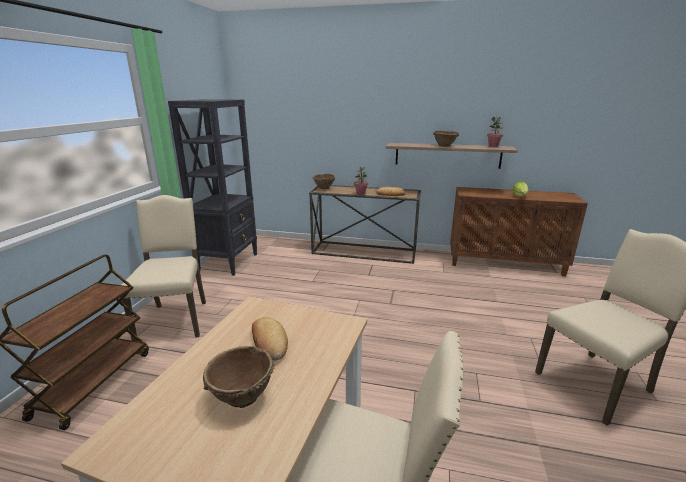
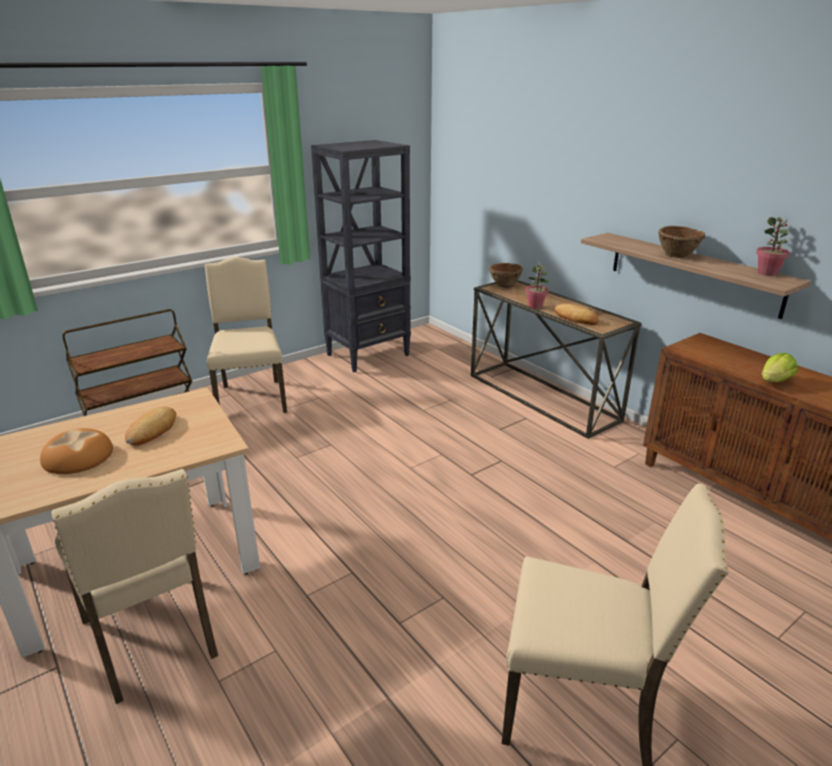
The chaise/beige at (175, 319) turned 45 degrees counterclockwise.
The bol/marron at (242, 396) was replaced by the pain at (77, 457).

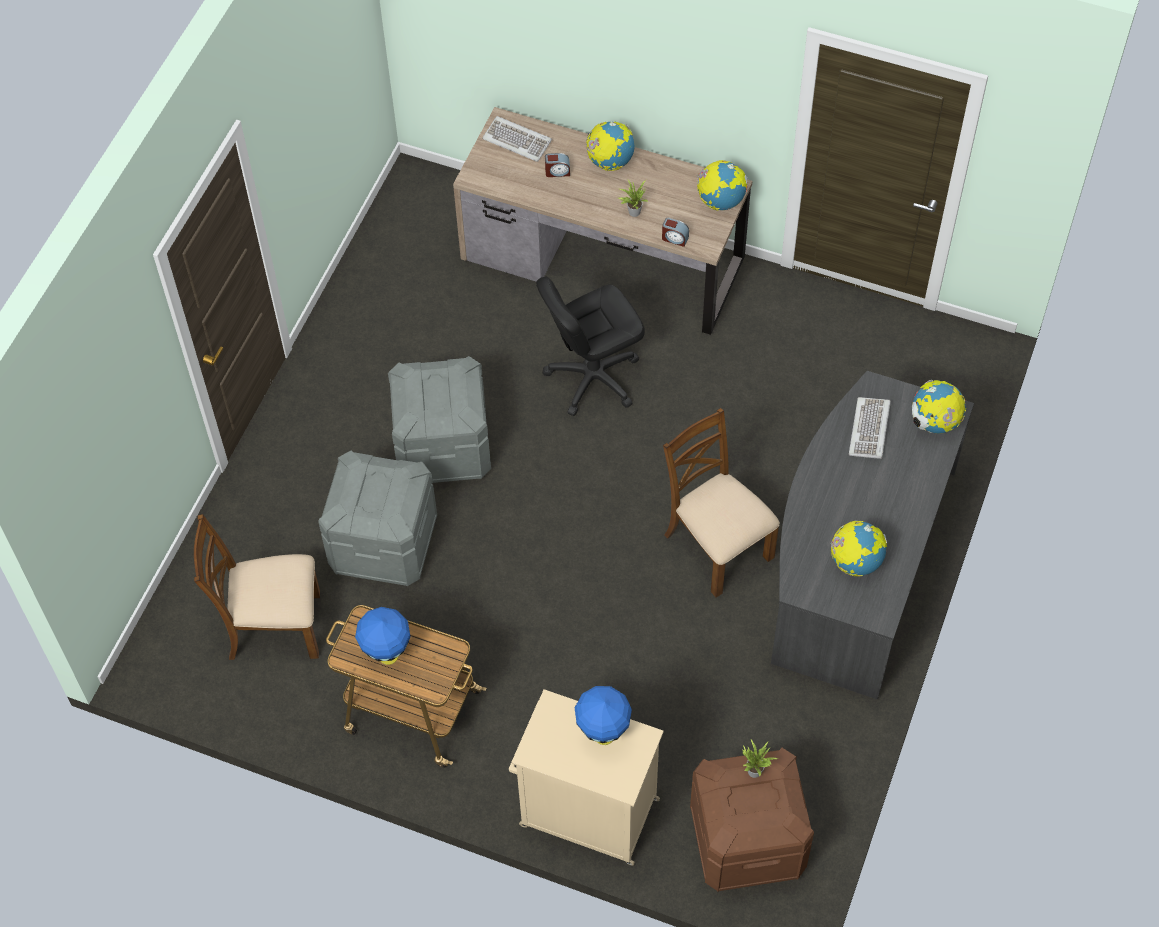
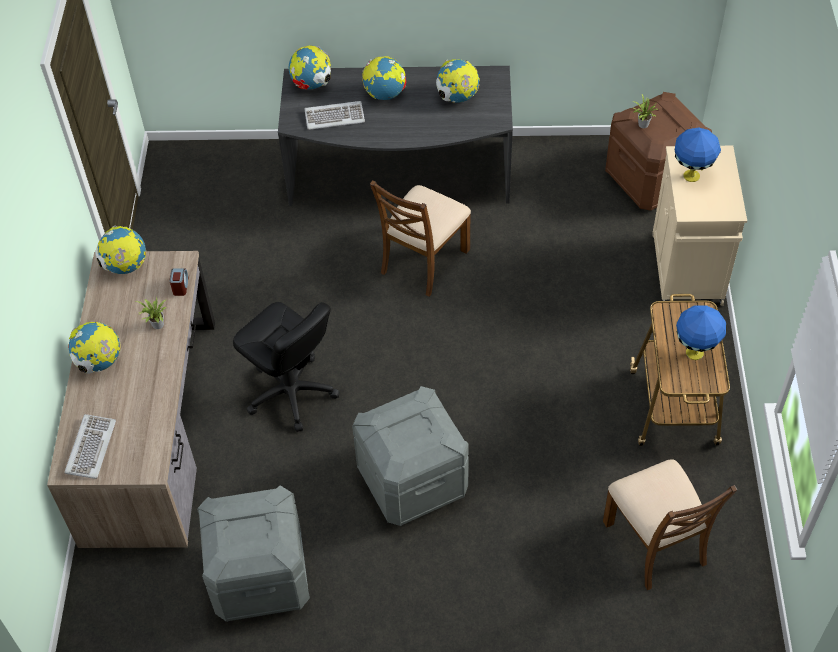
The boîte de rangement/gris moved from (383, 543) to (259, 577).
The réveil at (557, 171) disappeared.
The globe at (385, 94) appeared.

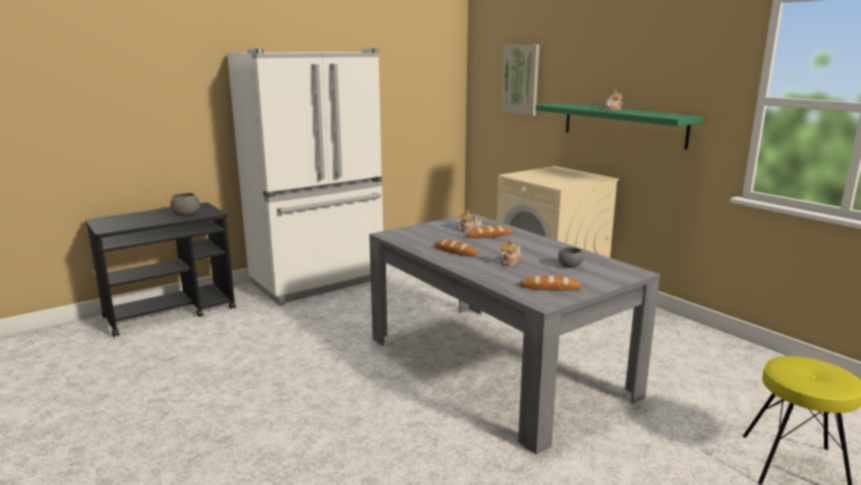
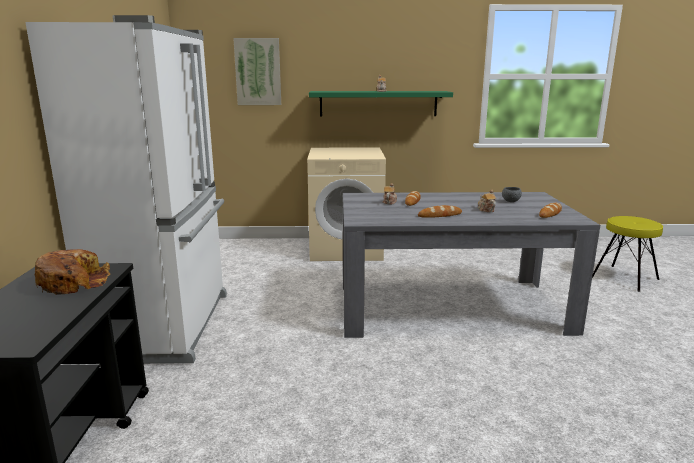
The bol/gris at (185, 214) was replaced by the pain at (73, 282).

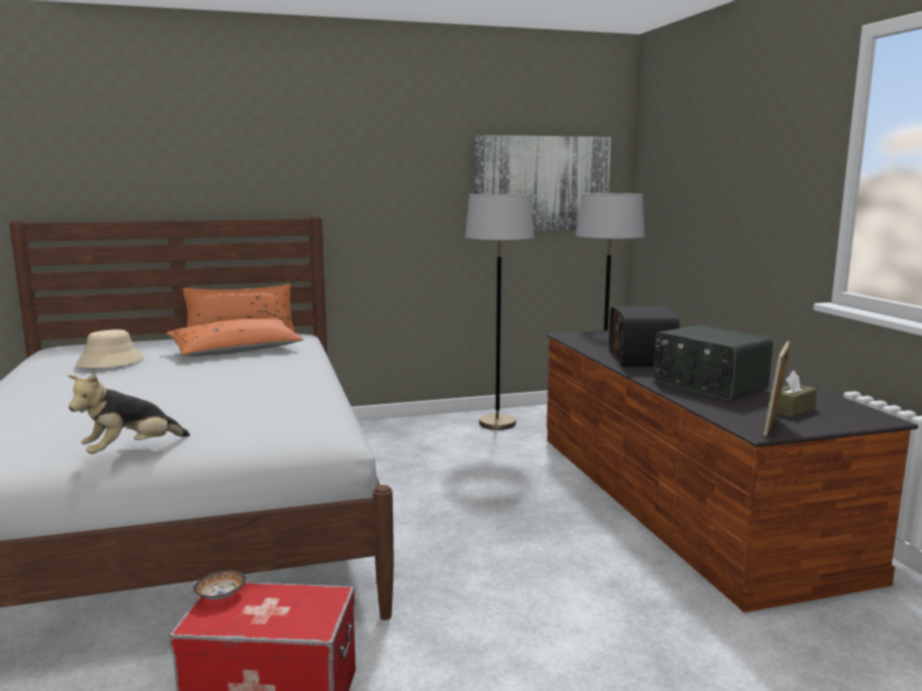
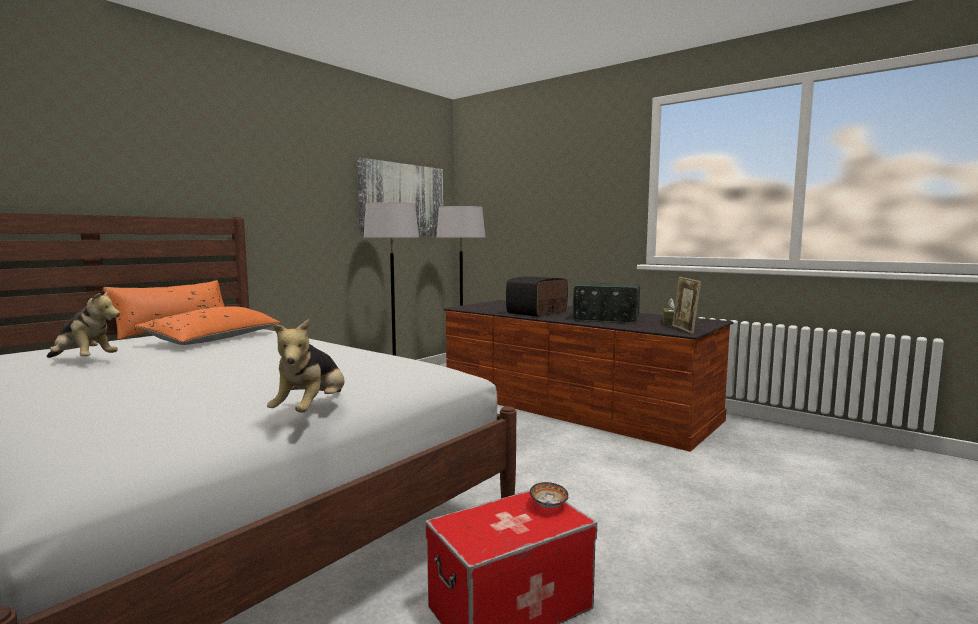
The chapeau/beige at (110, 362) was replaced by the peluche at (83, 361).
The bol moved from (221, 596) to (548, 505).
The radio at (643, 358) turned 75 degrees clockwise.

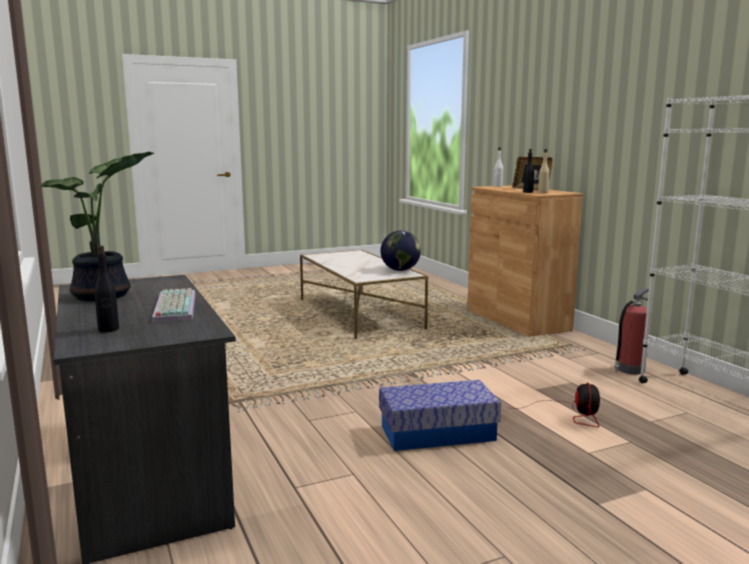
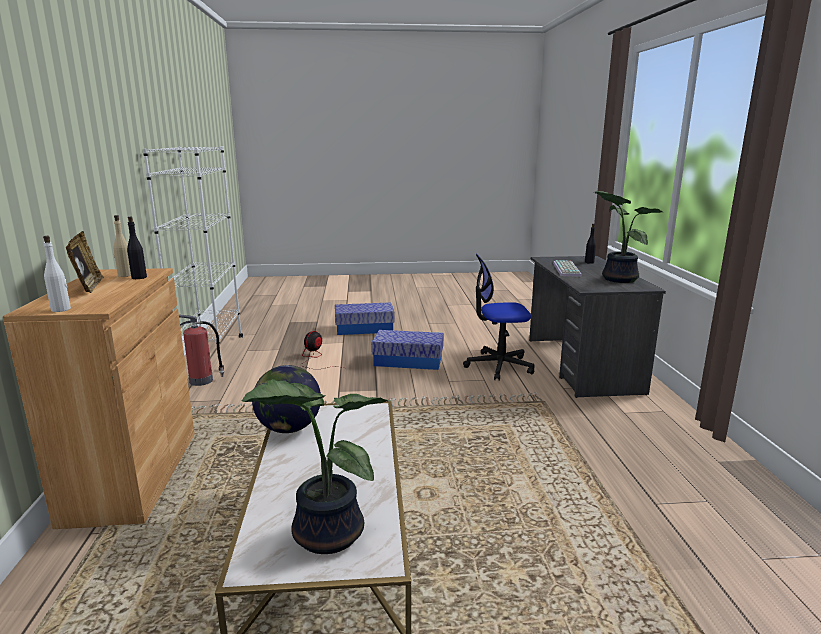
The plante en pot at (323, 534) appeared.
The boîte de rangement at (364, 328) appeared.
The chaise de bureau at (498, 366) appeared.

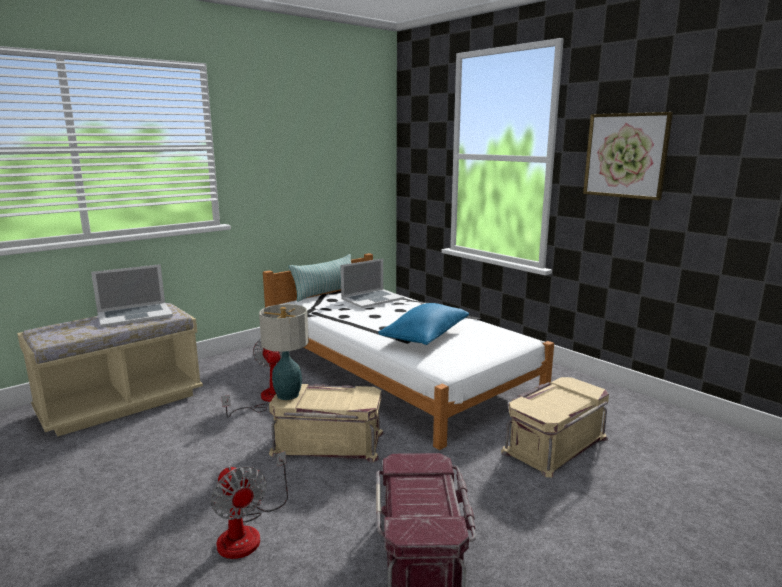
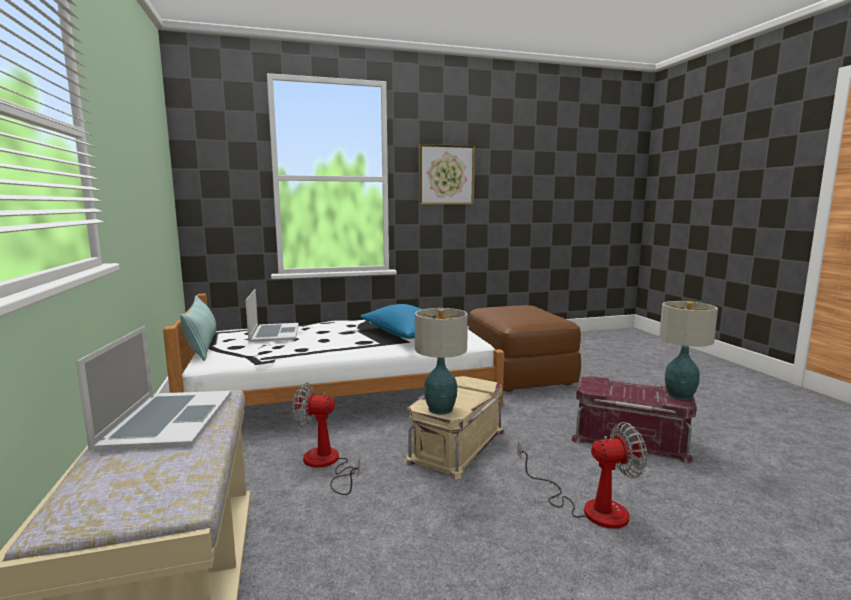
The boîte de rangement/beige at (554, 444) was replaced by the pouf/marron at (518, 373).
The lampe de table at (679, 395) appeared.

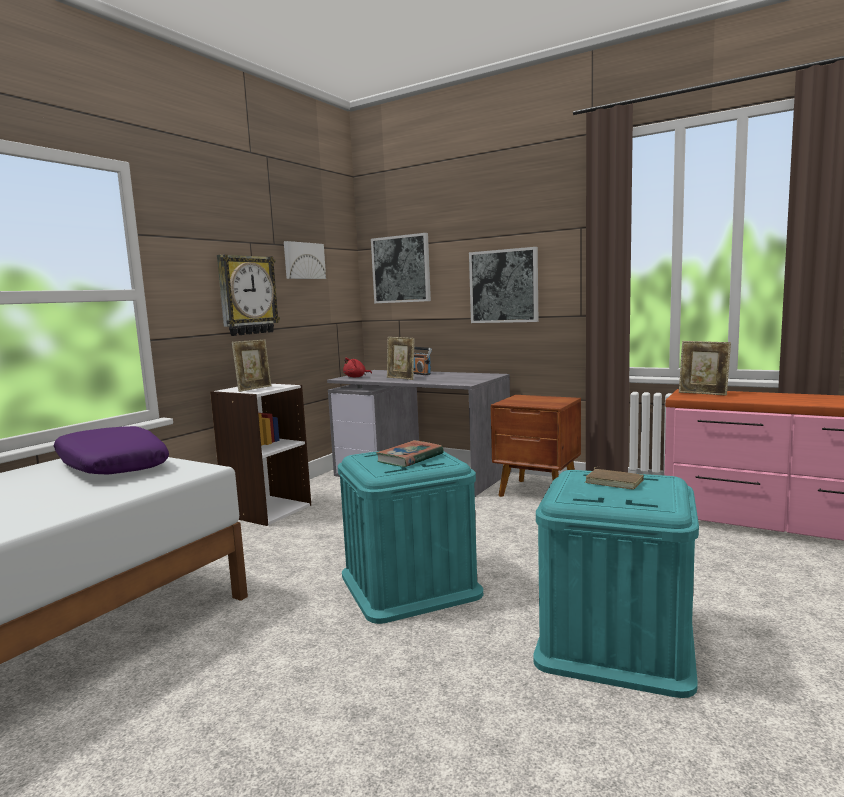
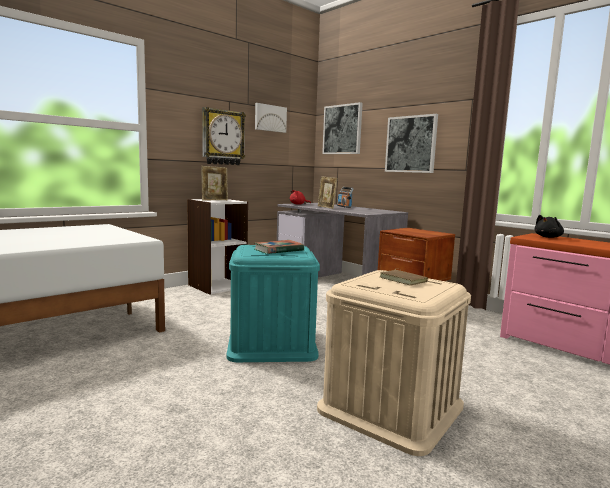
The coussin/violet at (111, 466) disappeared.
The boîte de rangement/turquoise at (615, 641) became the boîte de rangement/beige at (391, 407).
The cadre photo at (703, 394) was replaced by the peluche/noir at (548, 237).

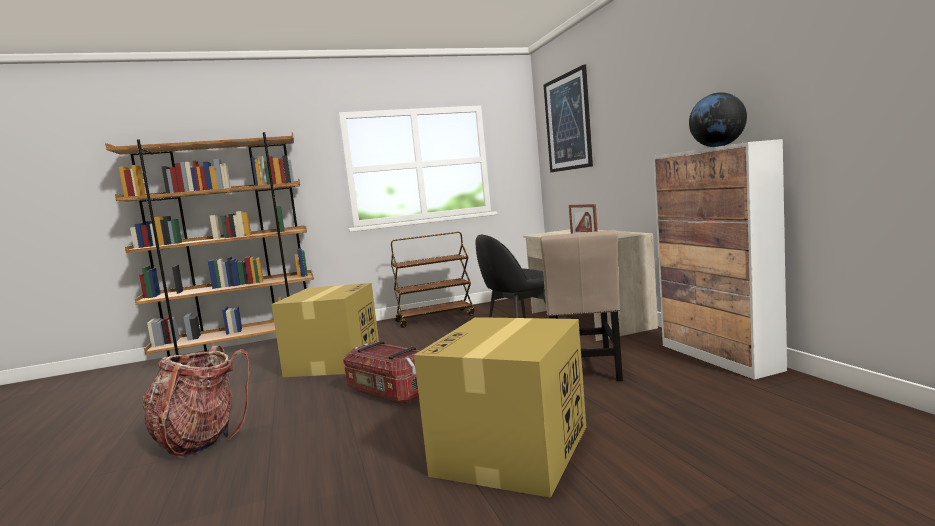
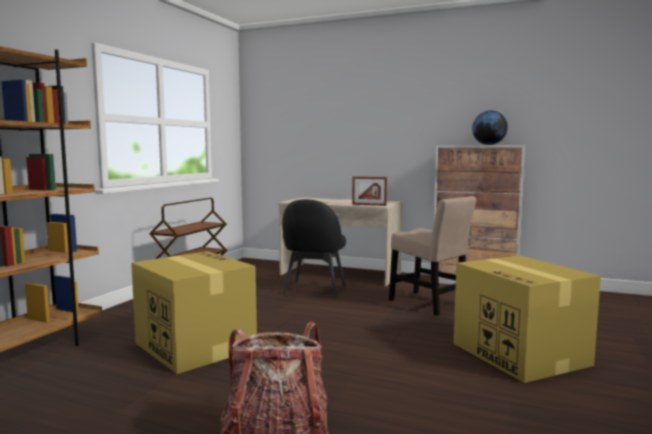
The boîte de rangement at (389, 392) disappeared.
The tableau at (567, 122) disappeared.

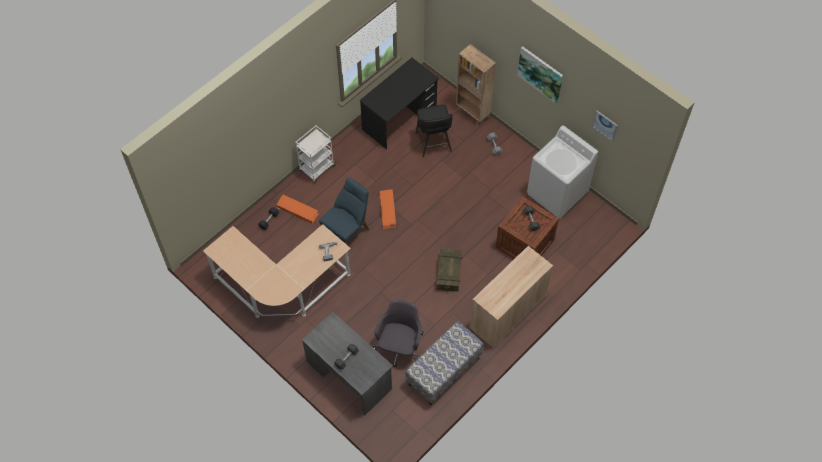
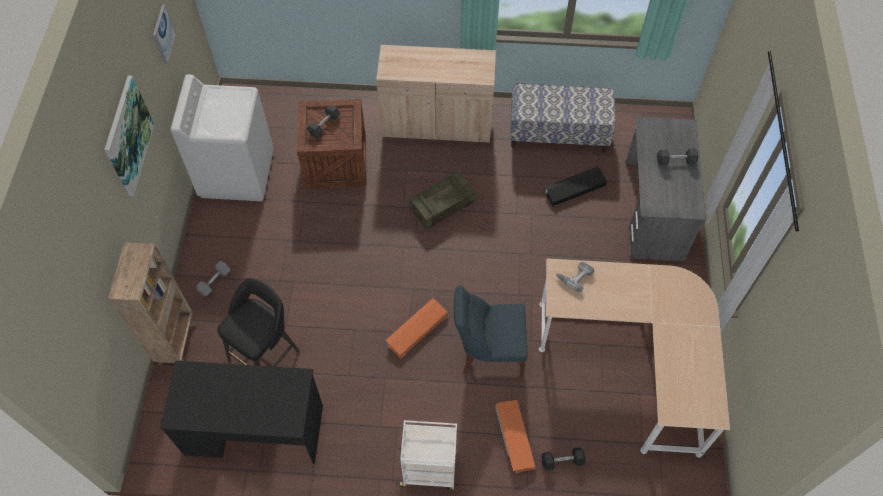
The chaise de bureau/gris at (399, 347) was replaced by the boîte de rangement/noir at (574, 188).

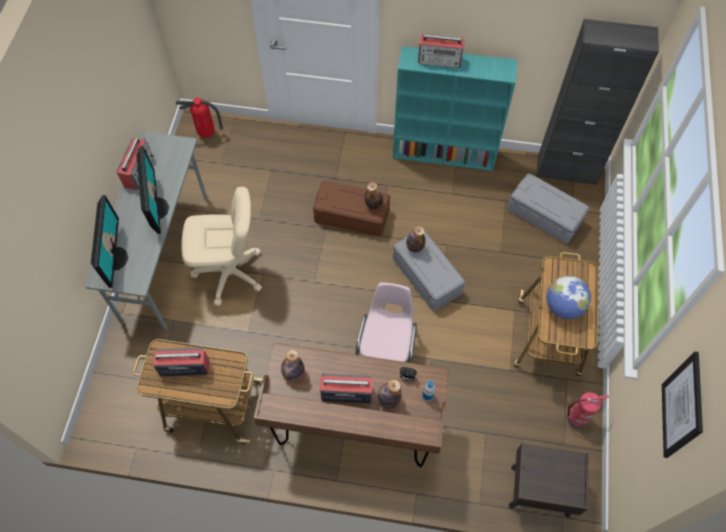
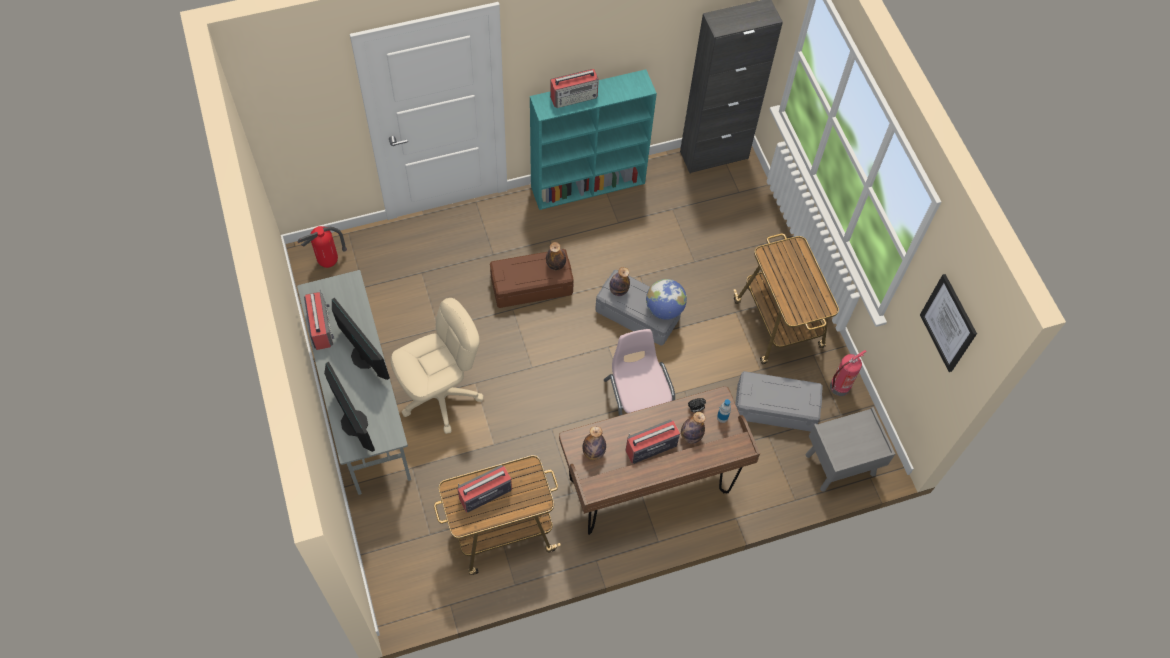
The boîte de rangement/gris moved from (545, 215) to (775, 407).
The table de chevet/marron at (539, 491) became the table de chevet/gris at (839, 465).
The globe moved from (563, 306) to (664, 309).

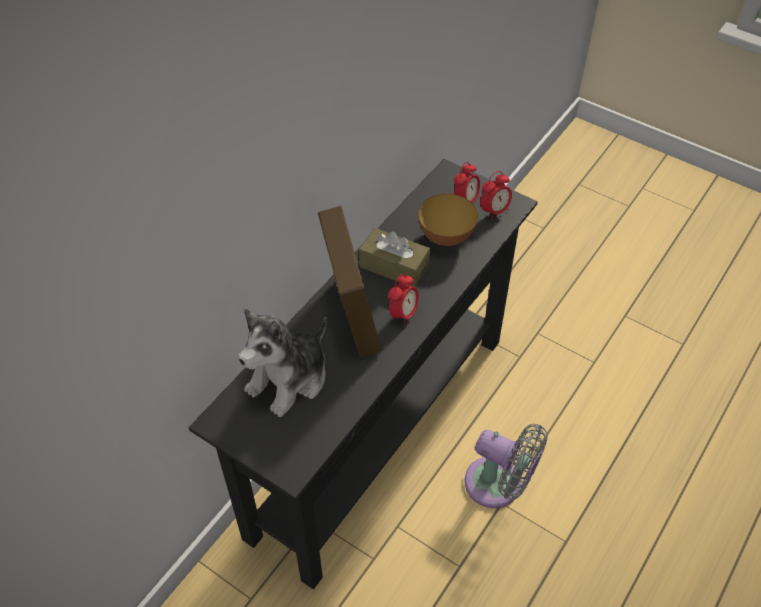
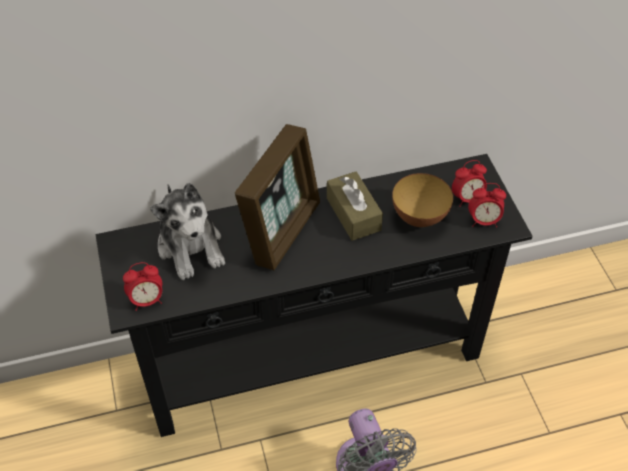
The peluche at (289, 379) turned 105 degrees counterclockwise.
The réveil moved from (403, 314) to (147, 300).

